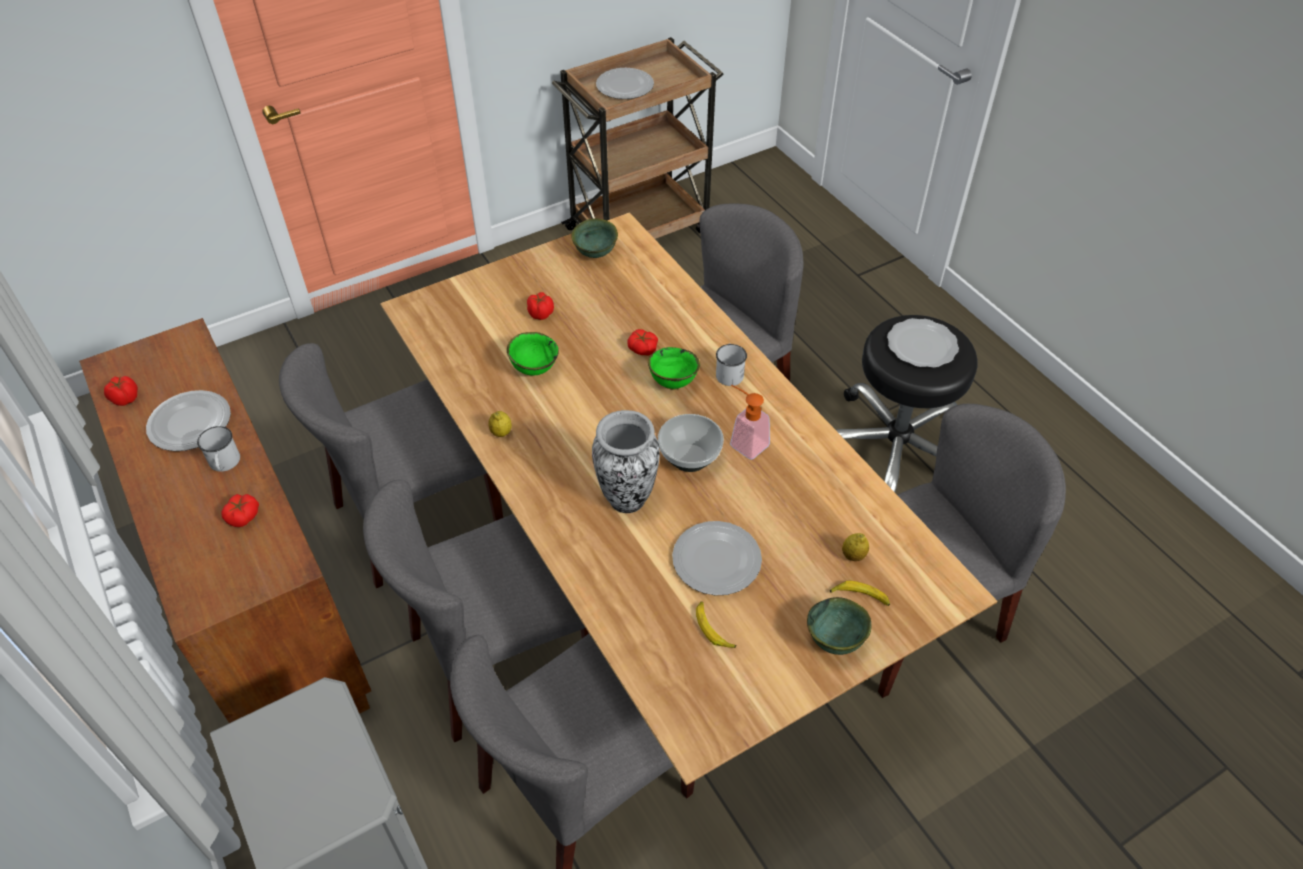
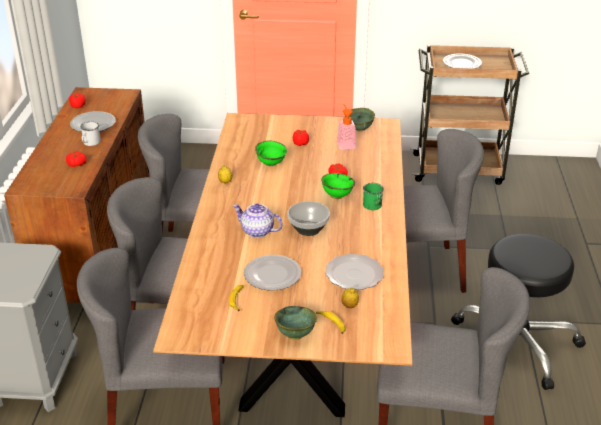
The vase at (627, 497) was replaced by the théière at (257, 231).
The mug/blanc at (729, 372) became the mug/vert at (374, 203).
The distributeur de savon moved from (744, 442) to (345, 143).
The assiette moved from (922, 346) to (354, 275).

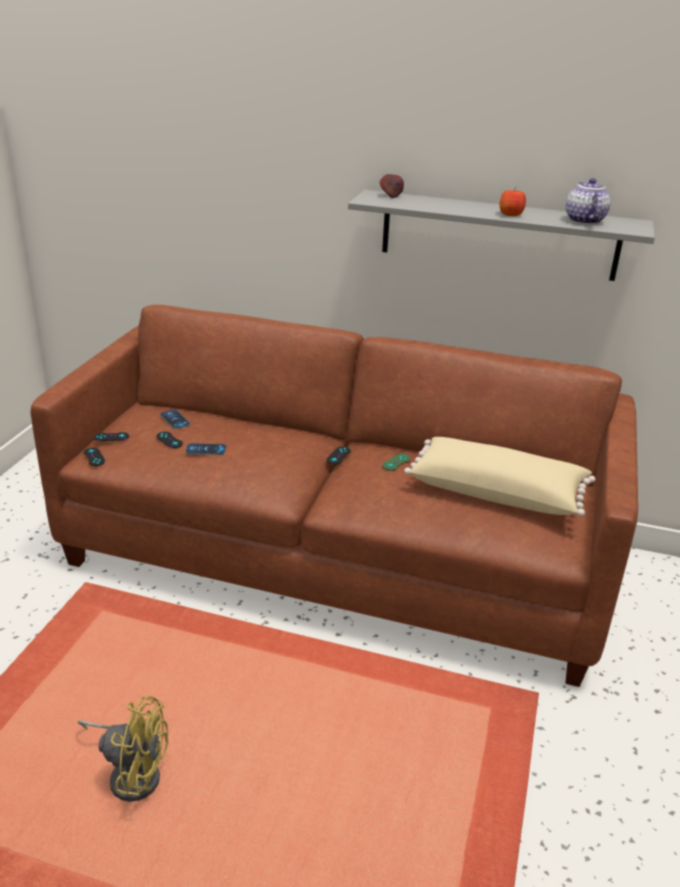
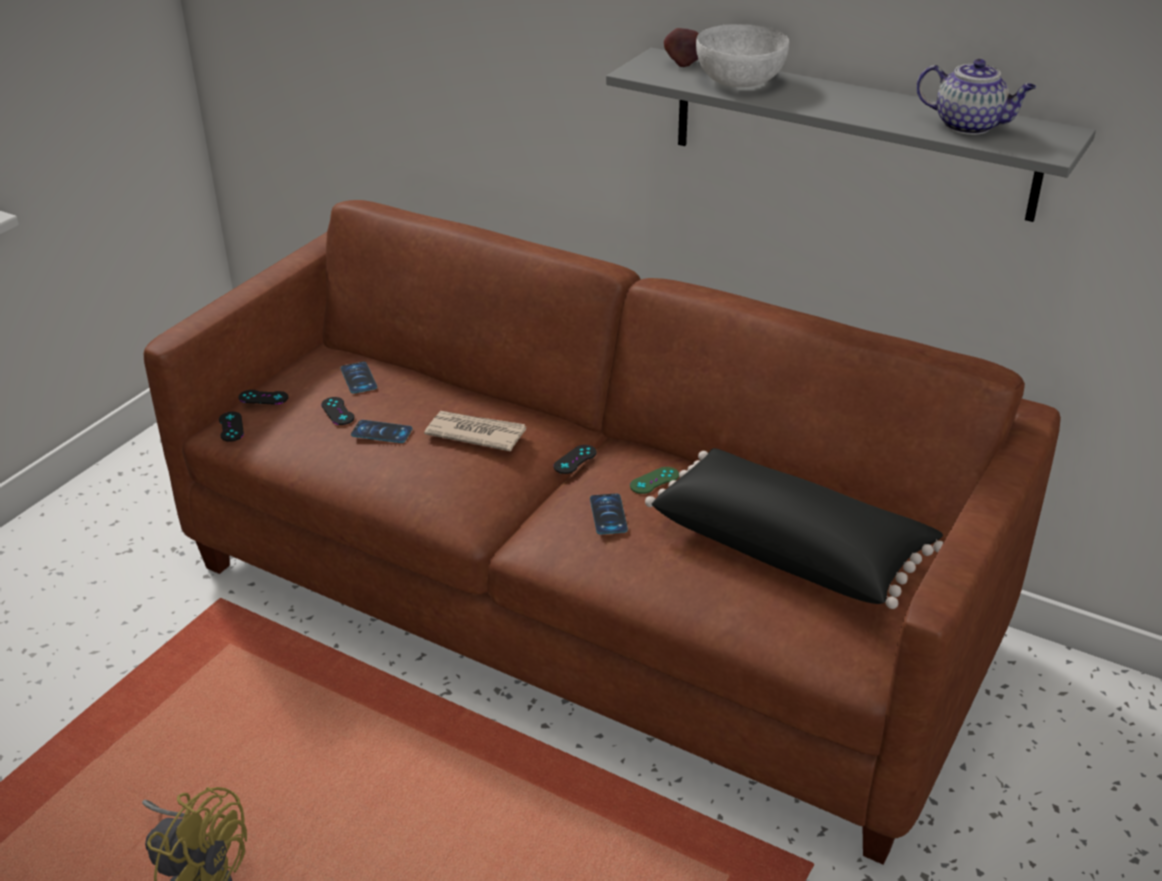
The coussin/beige at (497, 492) became the coussin/noir at (790, 548).
The pomme at (510, 214) disappeared.
The théière at (584, 220) turned 105 degrees clockwise.
The journal at (475, 433) appeared.
The téléphone at (608, 514) appeared.
The bol/blanc at (740, 79) appeared.

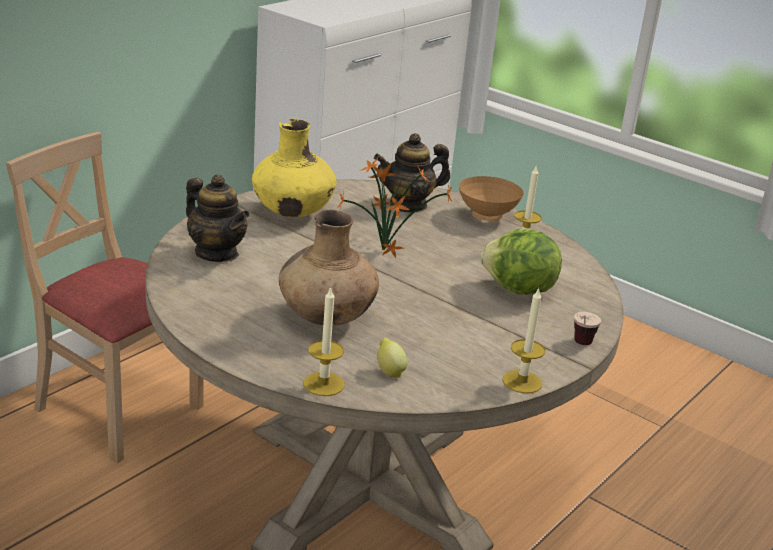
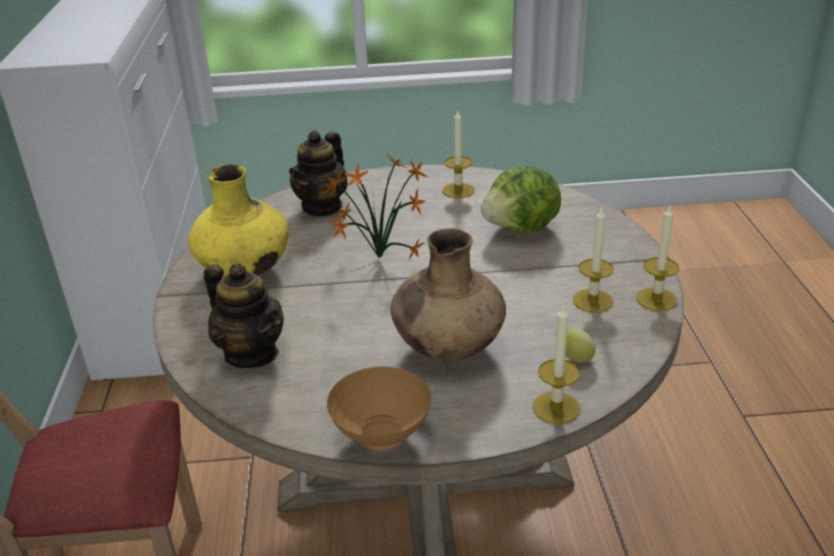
The théière at (217, 253) turned 45 degrees clockwise.
The bol/marron moved from (486, 217) to (382, 437).
The tasse at (580, 346) disappeared.
The bougie at (592, 301) appeared.

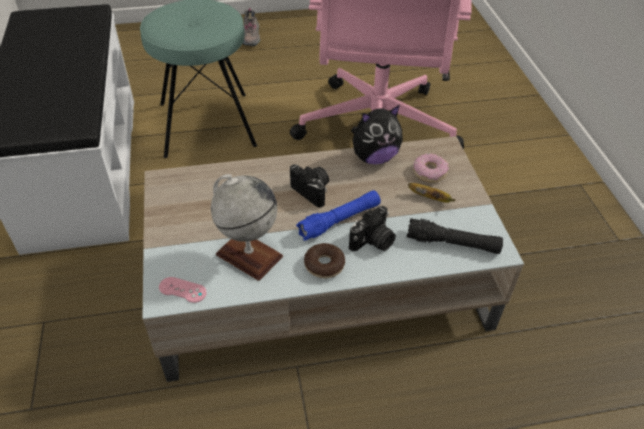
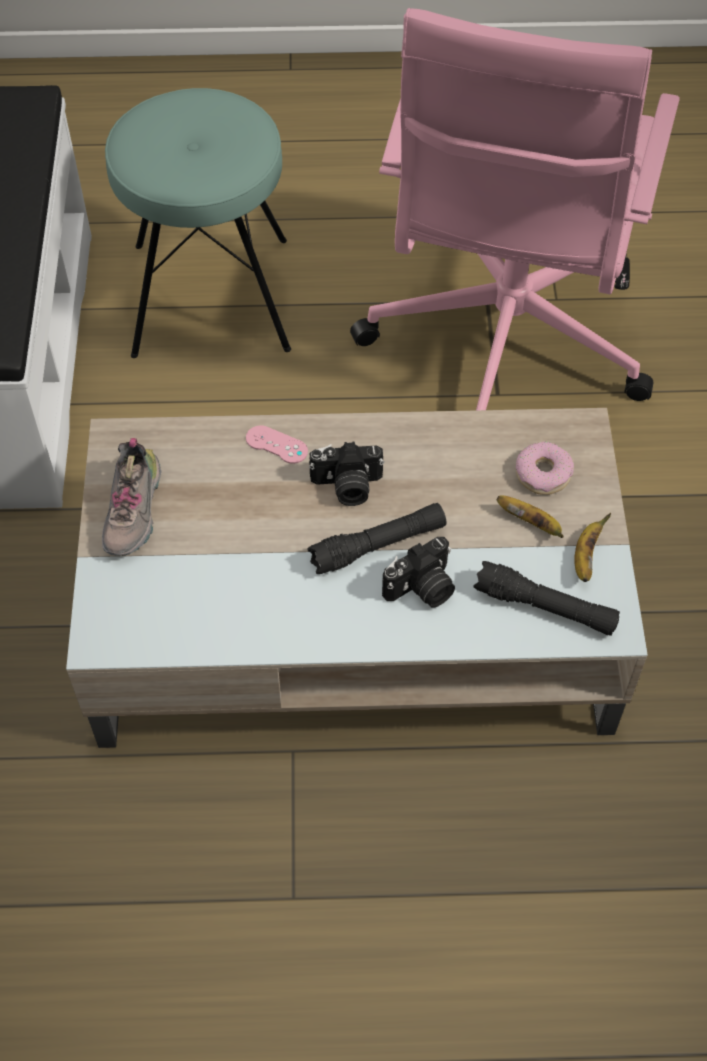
The manette/rose moved from (182, 290) to (276, 445).
The globe at (249, 255) disappeared.
The chaussure moved from (251, 37) to (134, 511).
The appareil photo at (313, 191) turned 120 degrees clockwise.
The lampe de poche/bleu at (339, 221) became the lampe de poche/noir at (378, 545).
The beignet at (324, 265) disappeared.
The peluche at (374, 157) disappeared.
The banane at (585, 557) appeared.

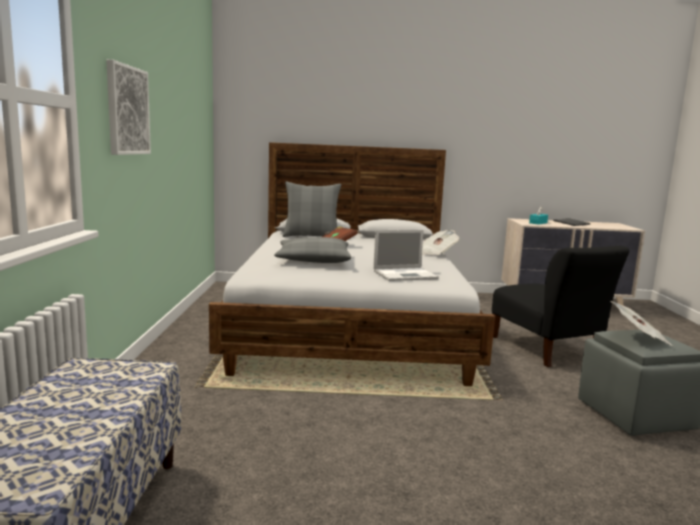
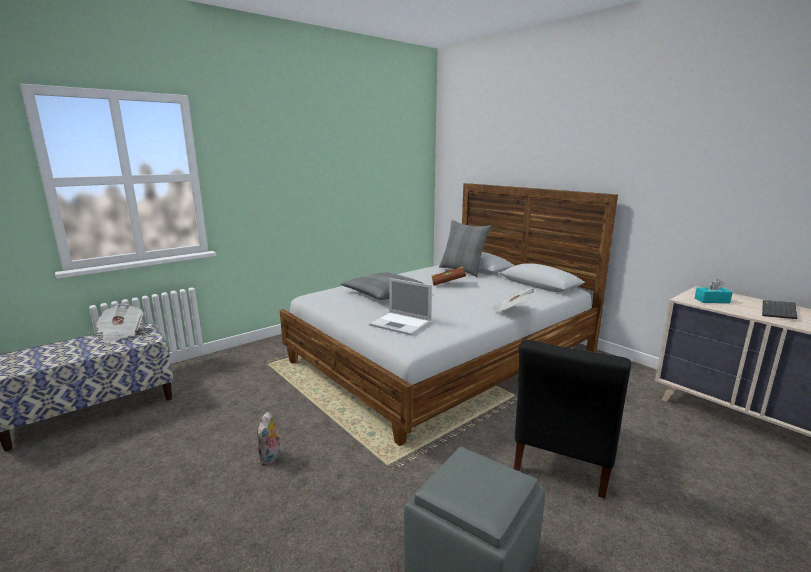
The tableau at (127, 110) disappeared.
The journal moved from (639, 338) to (121, 333).
The peluche at (271, 458) appeared.

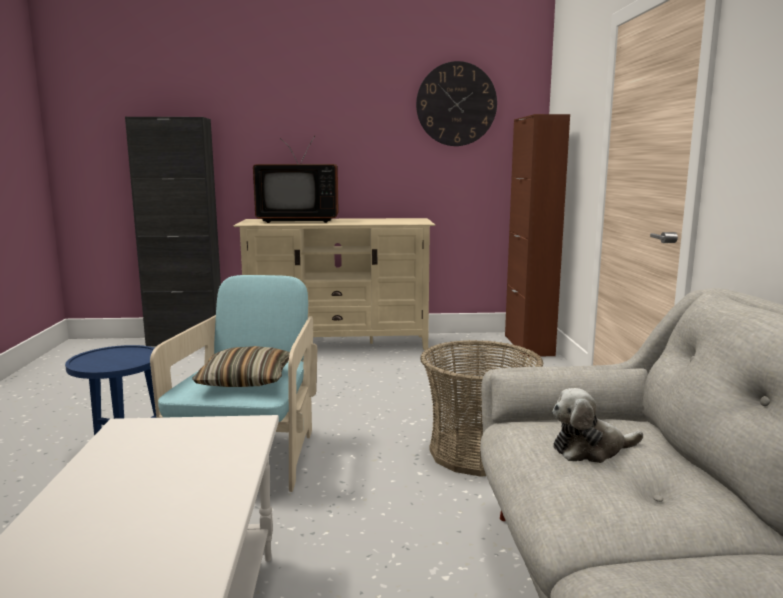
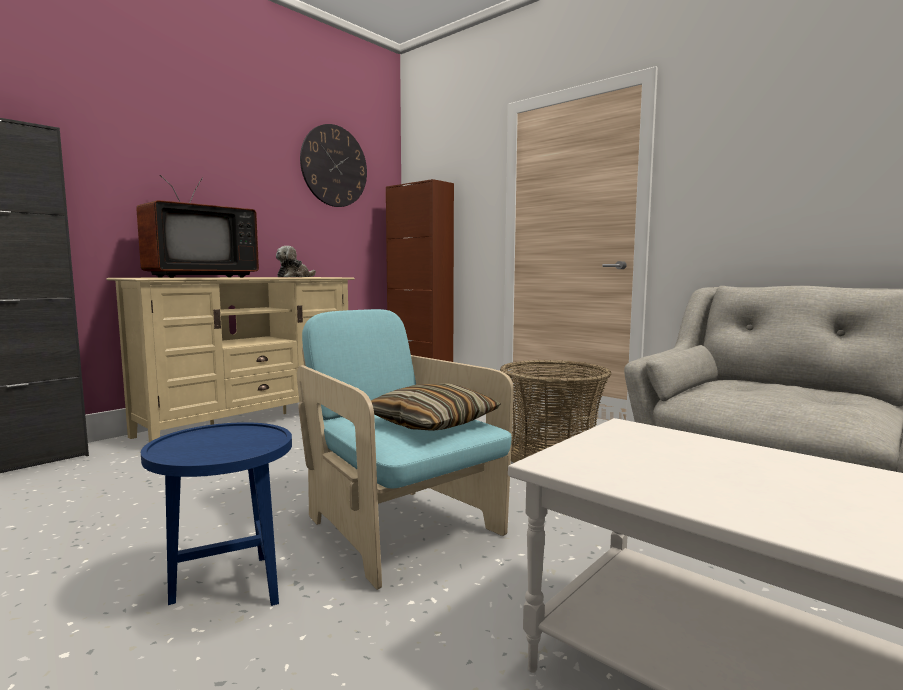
The peluche moved from (590, 449) to (294, 277).

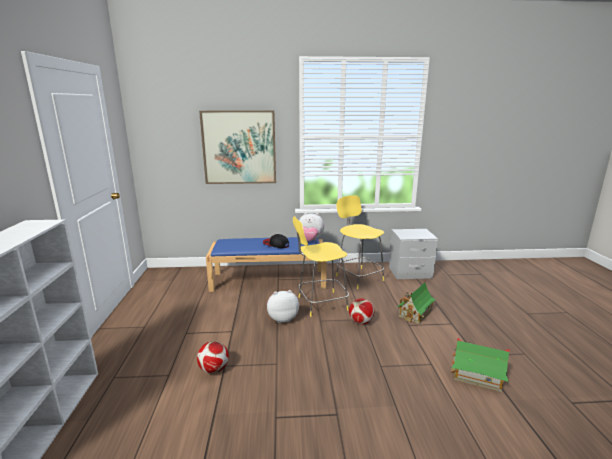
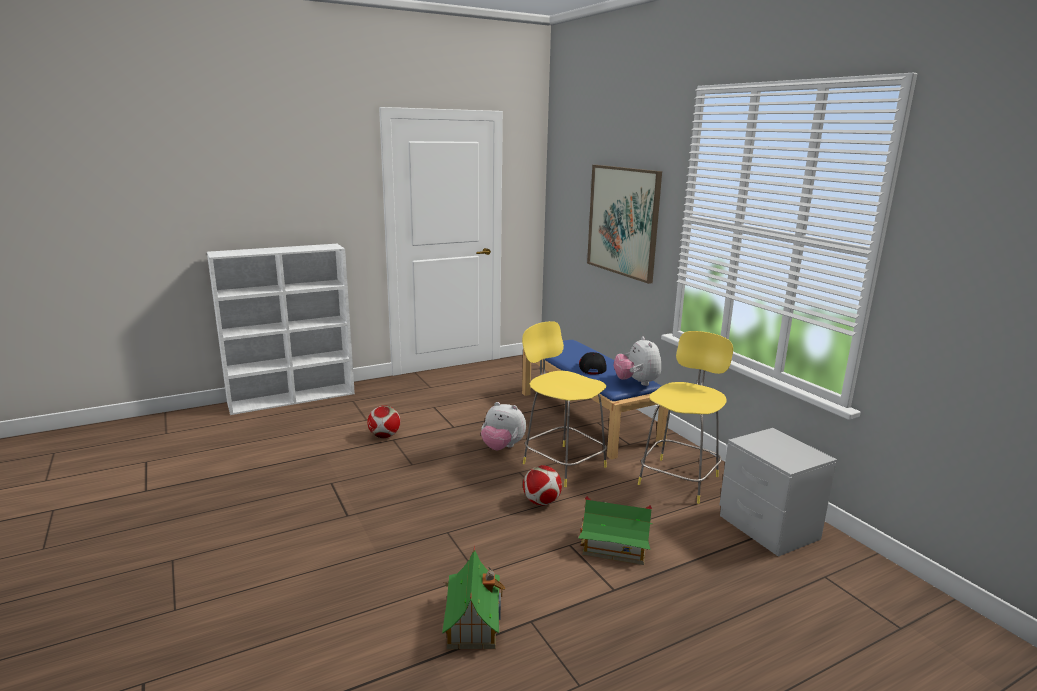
The peluche at (282, 318) turned 150 degrees clockwise.

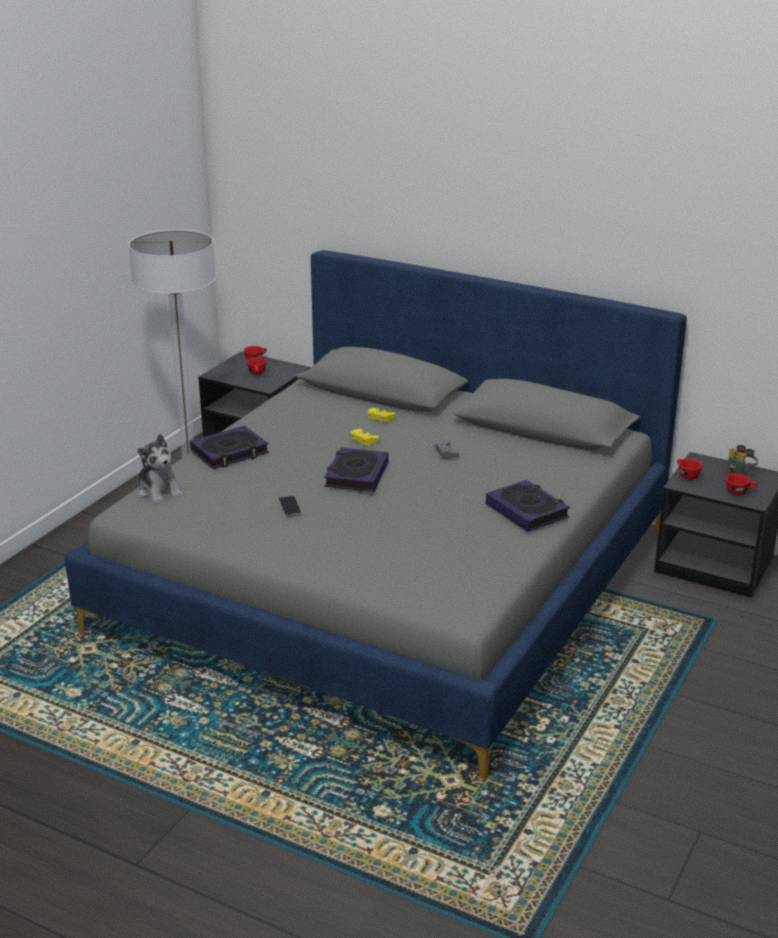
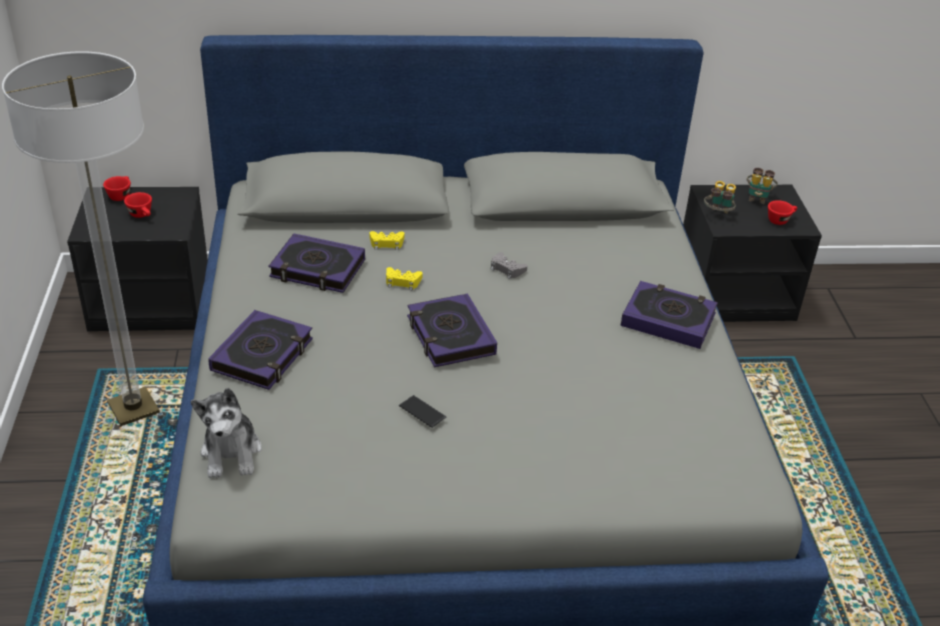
The peluche at (159, 491) turned 60 degrees clockwise.
The tasse/rouge at (686, 475) was replaced by the jumelles at (717, 215).
The livre at (317, 269) appeared.

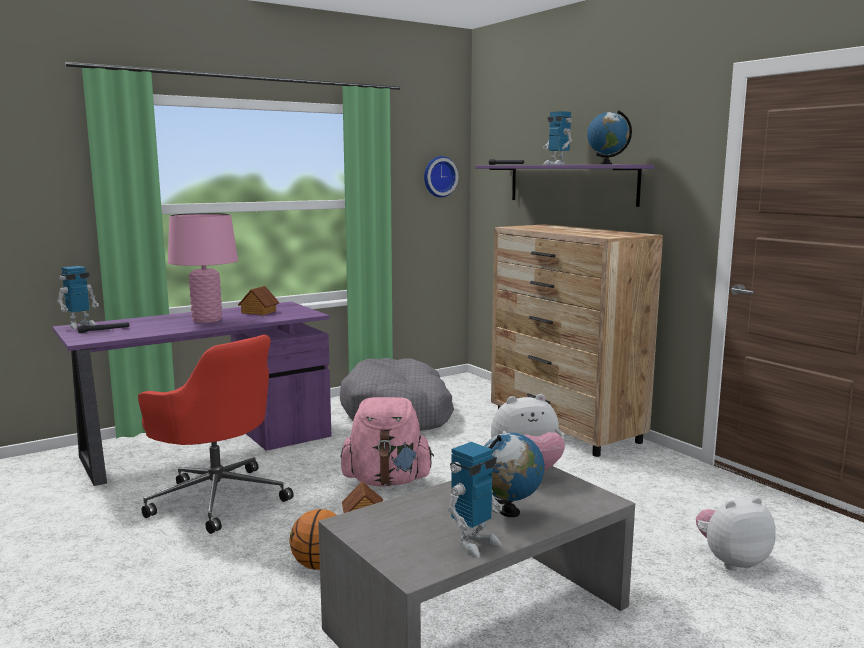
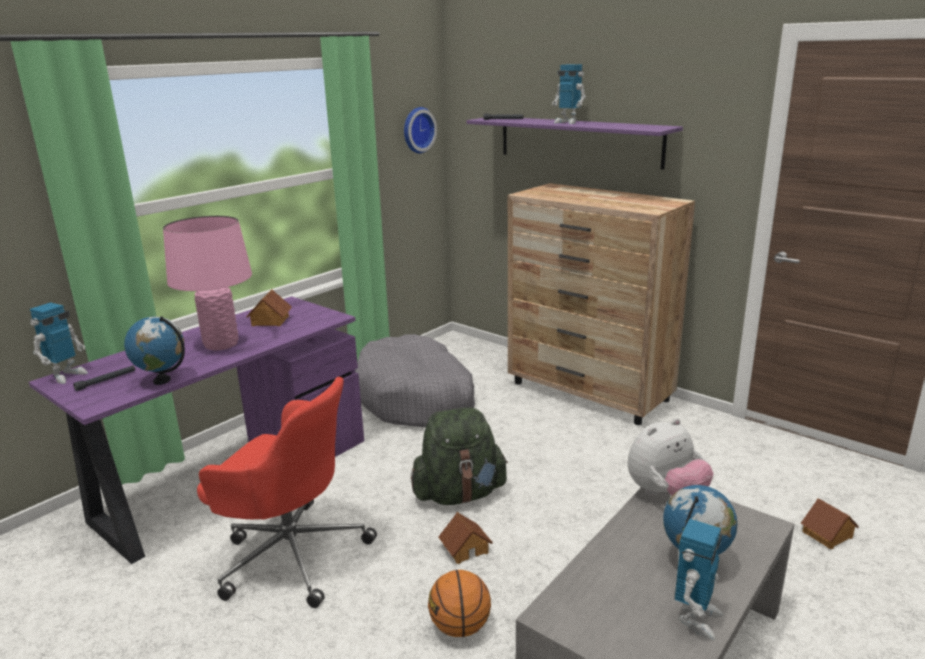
The sac à dos/rose at (387, 481) became the sac à dos/vert at (459, 494).
The globe moved from (606, 164) to (162, 380).
The peluche at (731, 561) was replaced by the maison miniature at (828, 535).

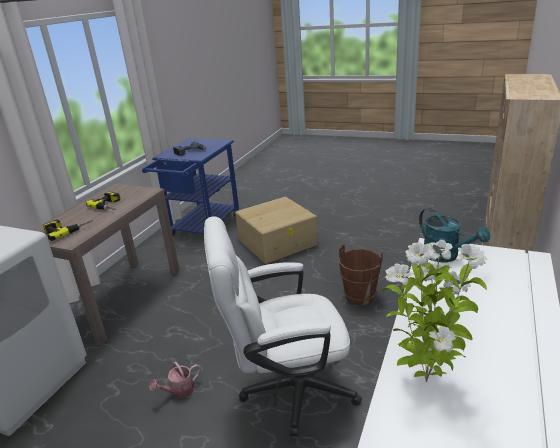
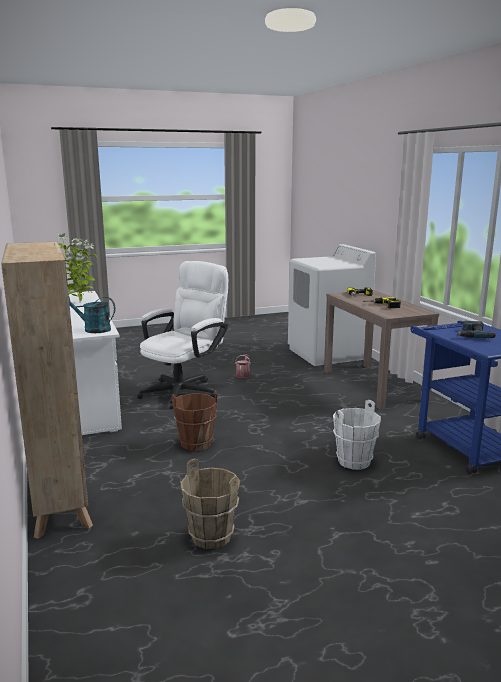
The boîte de rangement/beige at (278, 241) was replaced by the seau/blanc at (354, 462).
The seau/marron at (211, 536) appeared.

